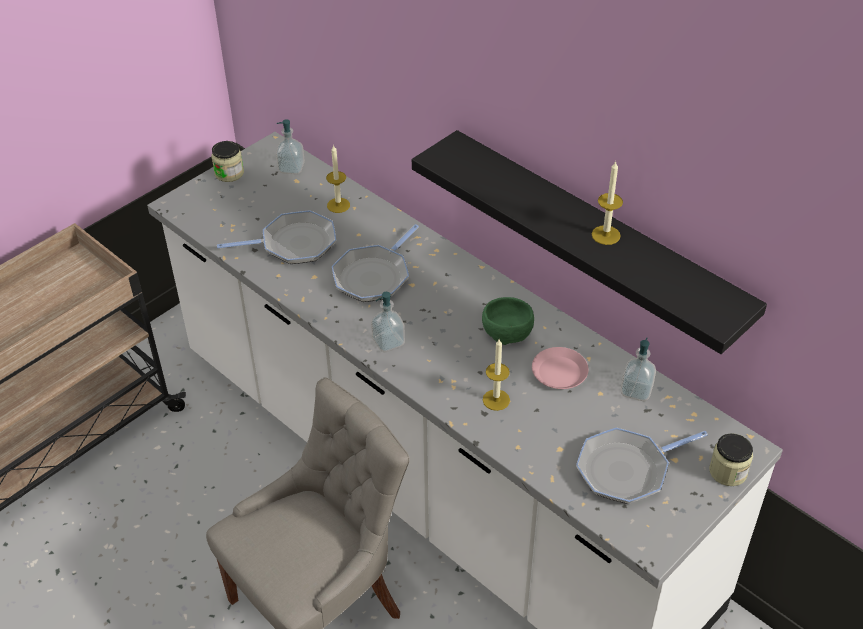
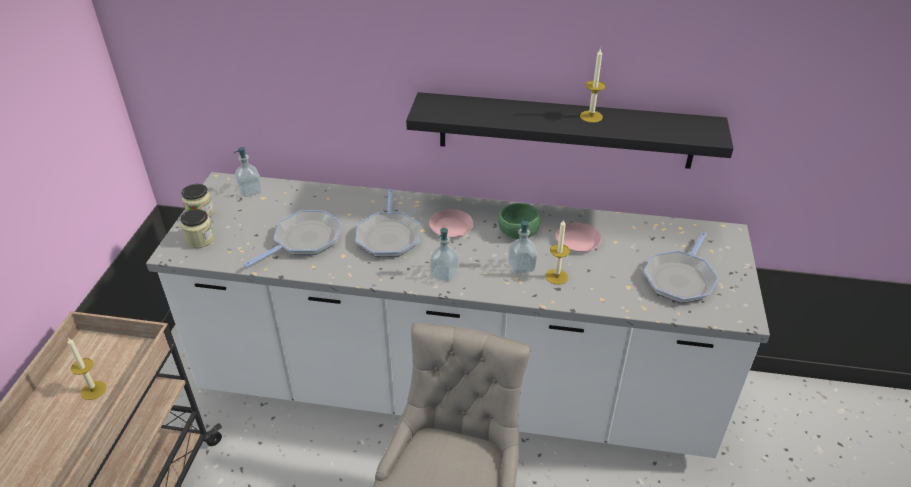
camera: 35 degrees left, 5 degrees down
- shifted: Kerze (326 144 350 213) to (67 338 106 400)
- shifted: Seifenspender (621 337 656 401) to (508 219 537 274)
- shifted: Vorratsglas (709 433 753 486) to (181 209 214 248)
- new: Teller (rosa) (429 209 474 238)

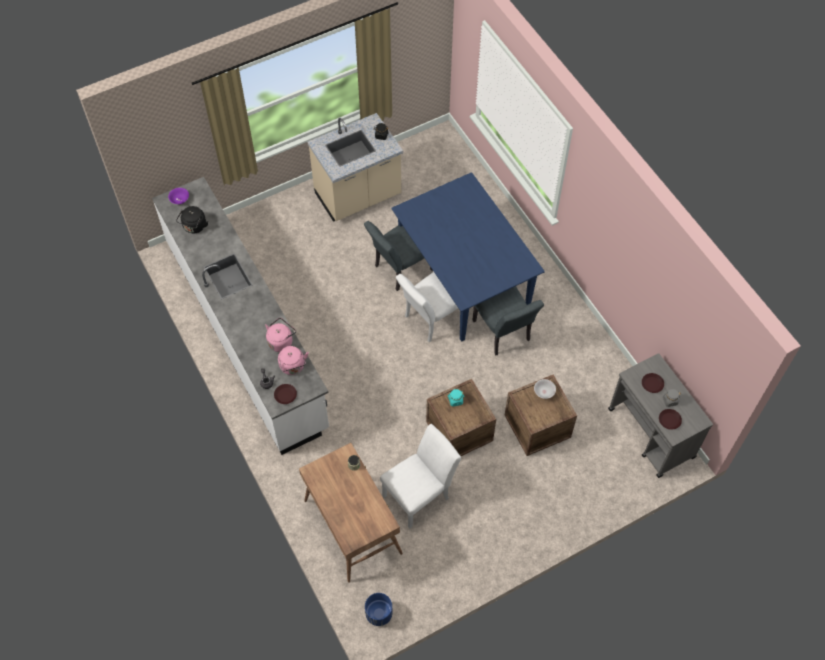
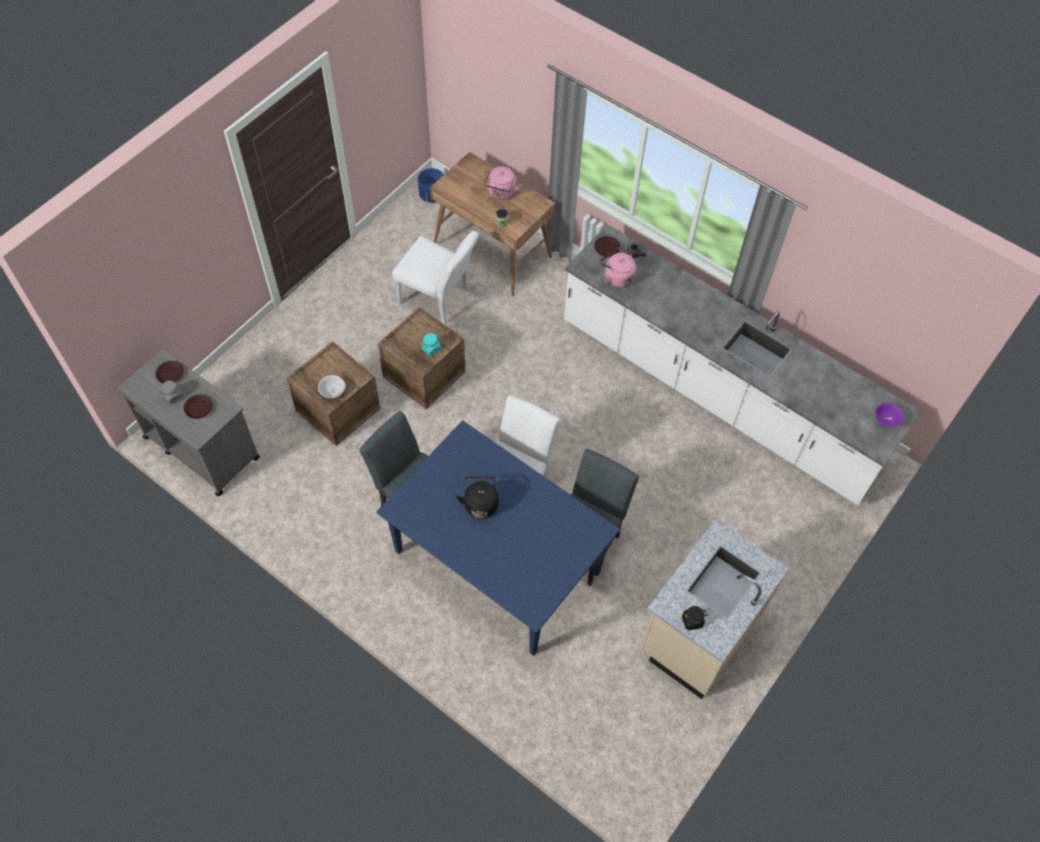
camera: 155 degrees right, 0 degrees up
- shifted: Wasserkessel (schwarz) (176 206 208 233) to (456 477 498 519)
- shifted: Wasserkessel (rosa) (265 318 296 352) to (484 167 522 200)
- rotated: Stuhl (weiß) (380 424 461 529) = (392 231 479 325) 90 degrees counterclockwise

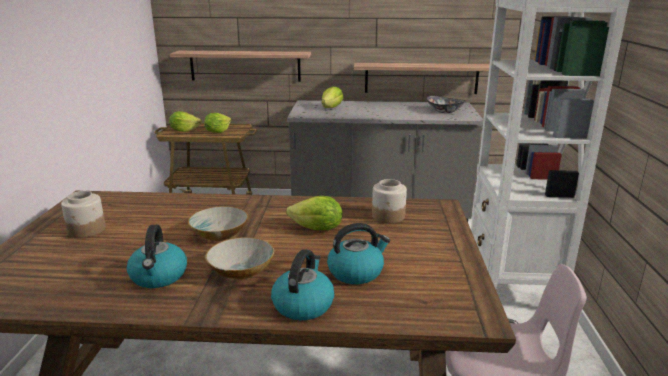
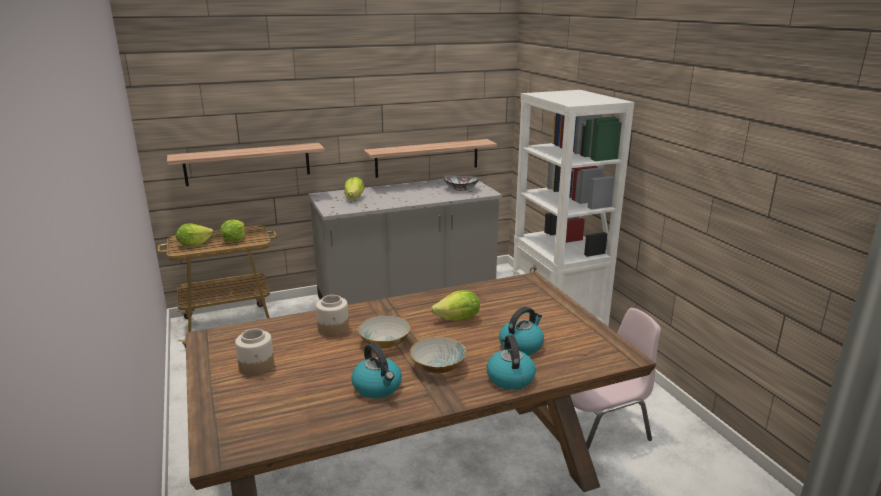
camera: 25 degrees left, 0 degrees up
- shifted: Vorratsglas (372 179 407 223) to (316 295 349 337)

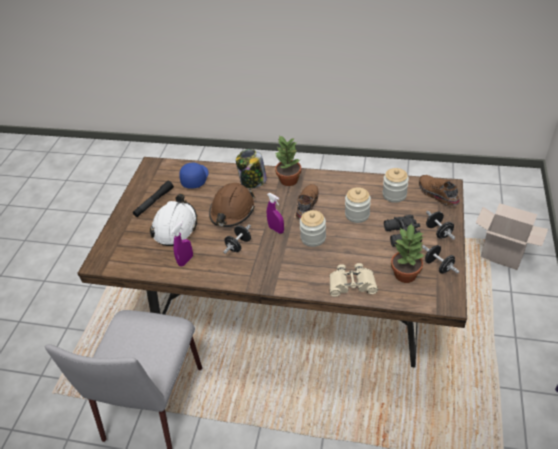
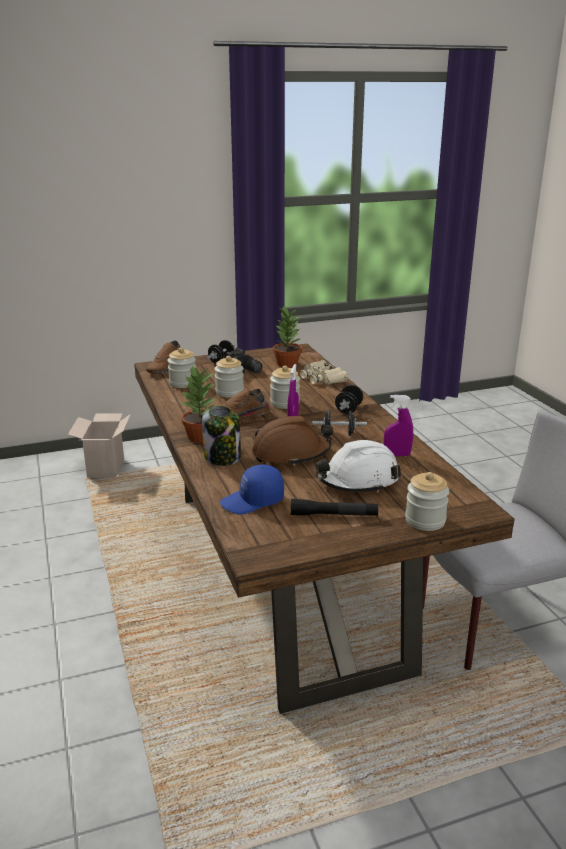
camera: 125 degrees left, 20 degrees down
- shifted: Hantel (schwarz) (422 245 460 274) to (335 385 363 414)
- new: Vorratsglas (405 472 449 531)

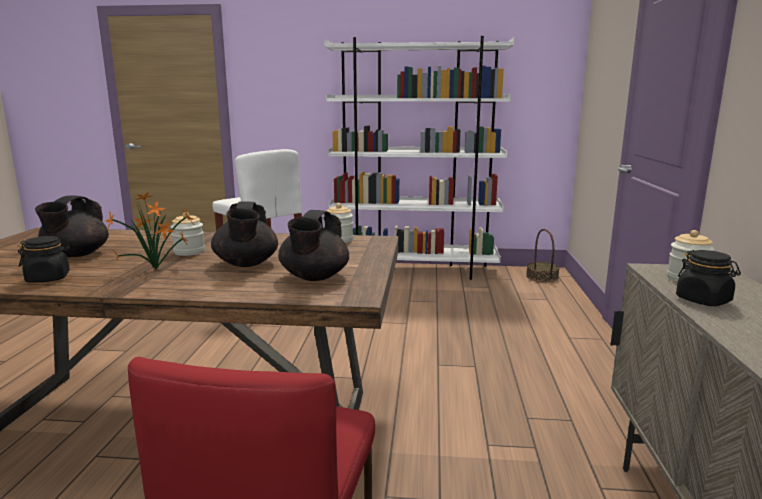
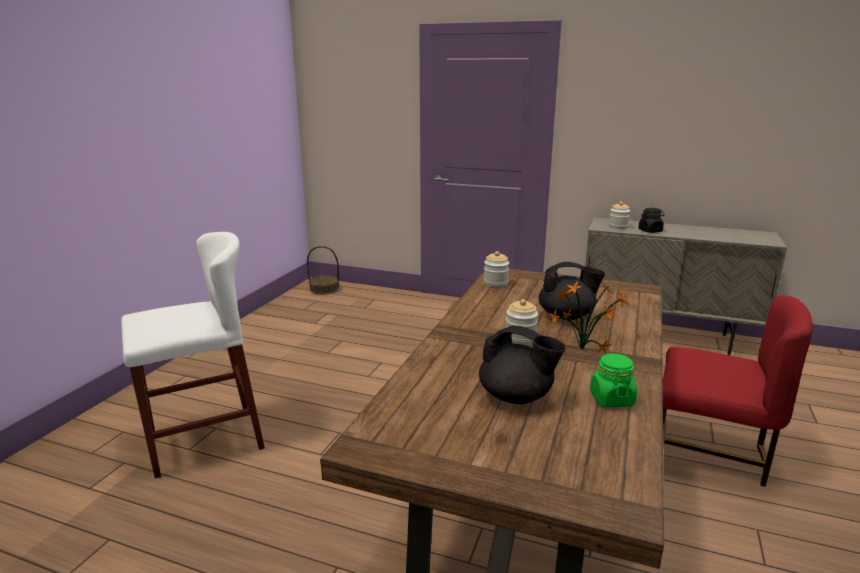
camera: 75 degrees left, 5 degrees up
- gone: Bücherregal (weiß) (324 36 514 280)
- gone: Teekanne (schwarz) (278 210 349 281)
- repainted: Vorratsglas (schwarz) (18 236 70 282) to Vorratsglas (grün) (590 354 637 407)

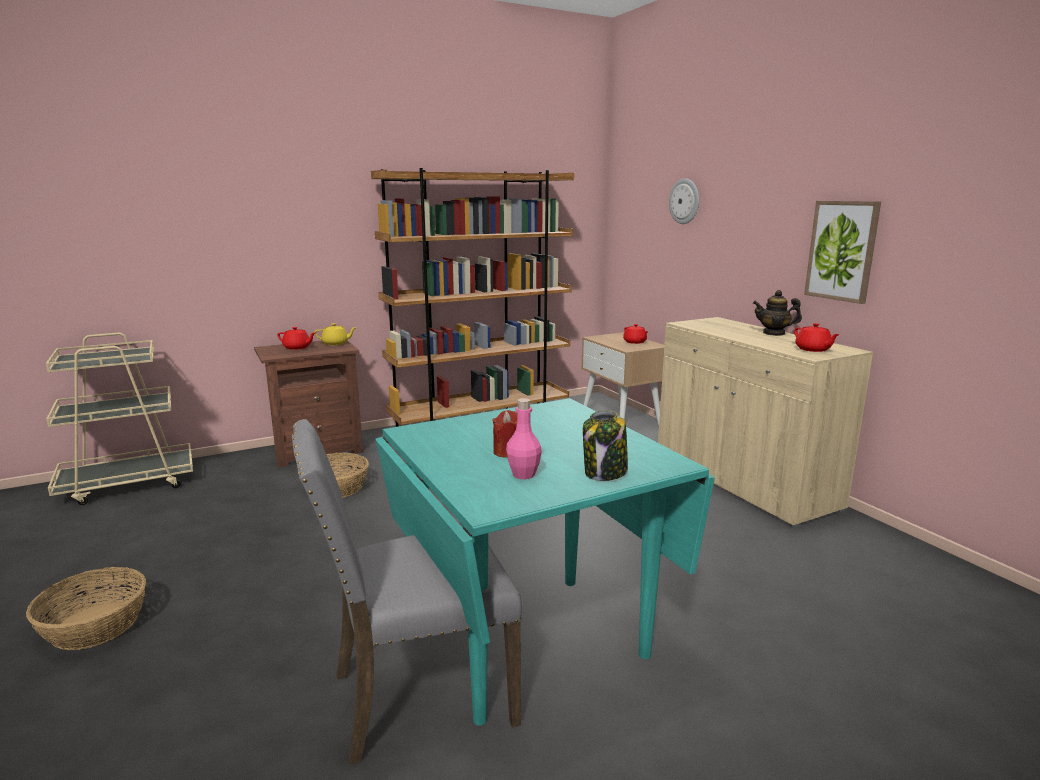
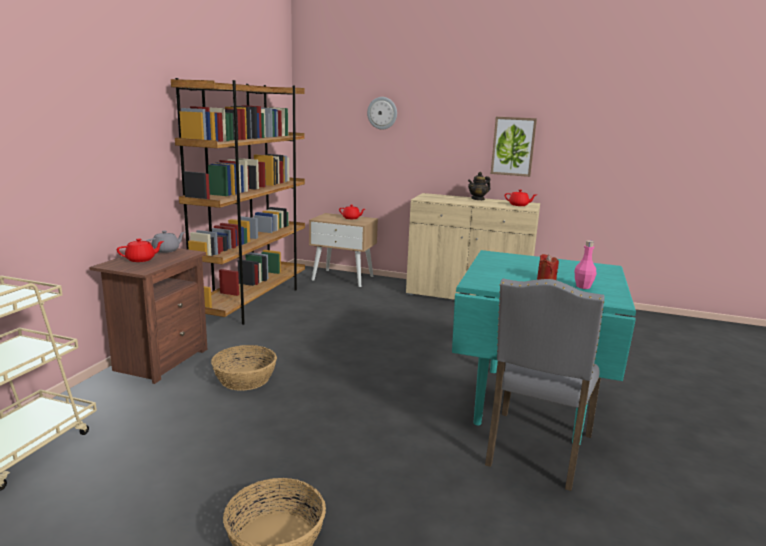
camera: 45 degrees left, 0 degrees up
- repainted: Teekanne (gelb) (314 323 357 345) to Teekanne (grau) (146 231 185 253)
- gone: Vorratsglas (583 410 628 481)

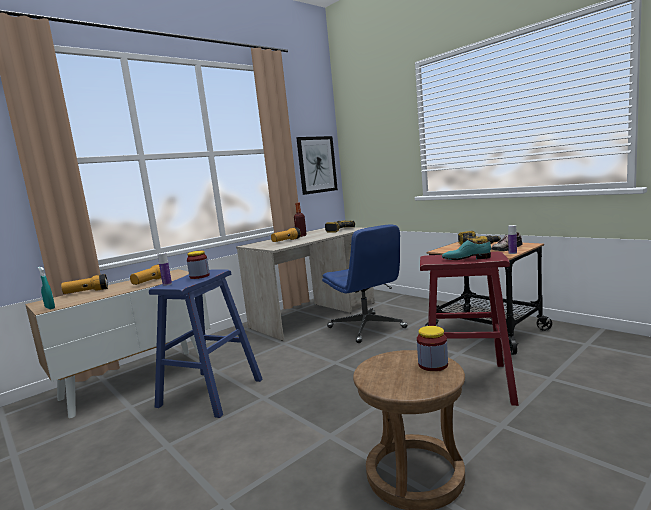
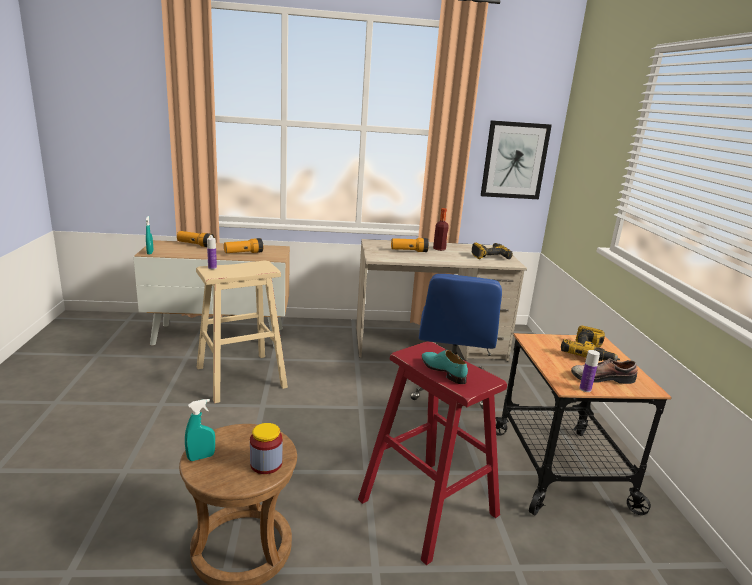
camera: 35 degrees right, 10 degrees up
- gone: Vorratsglas (187 251 210 279)
- repainted: Hocker (blau) (149 270 262 418) to Hocker (beige) (196 261 288 403)
- new: Sprühflasche (türkis) (185 399 215 461)

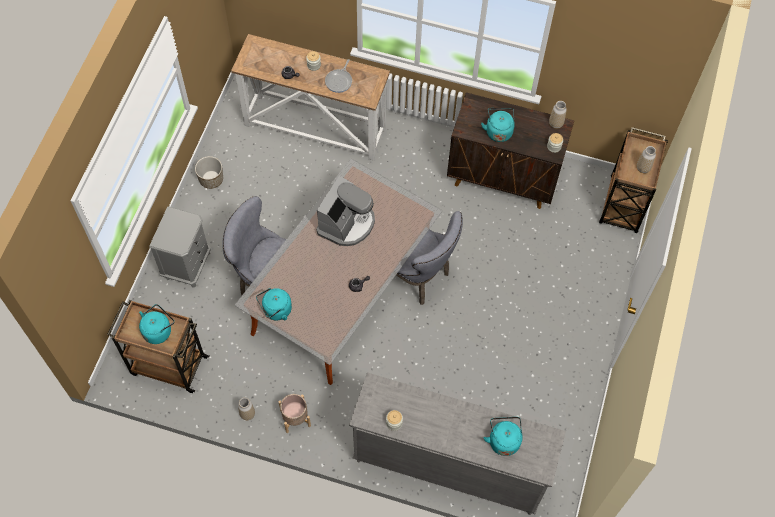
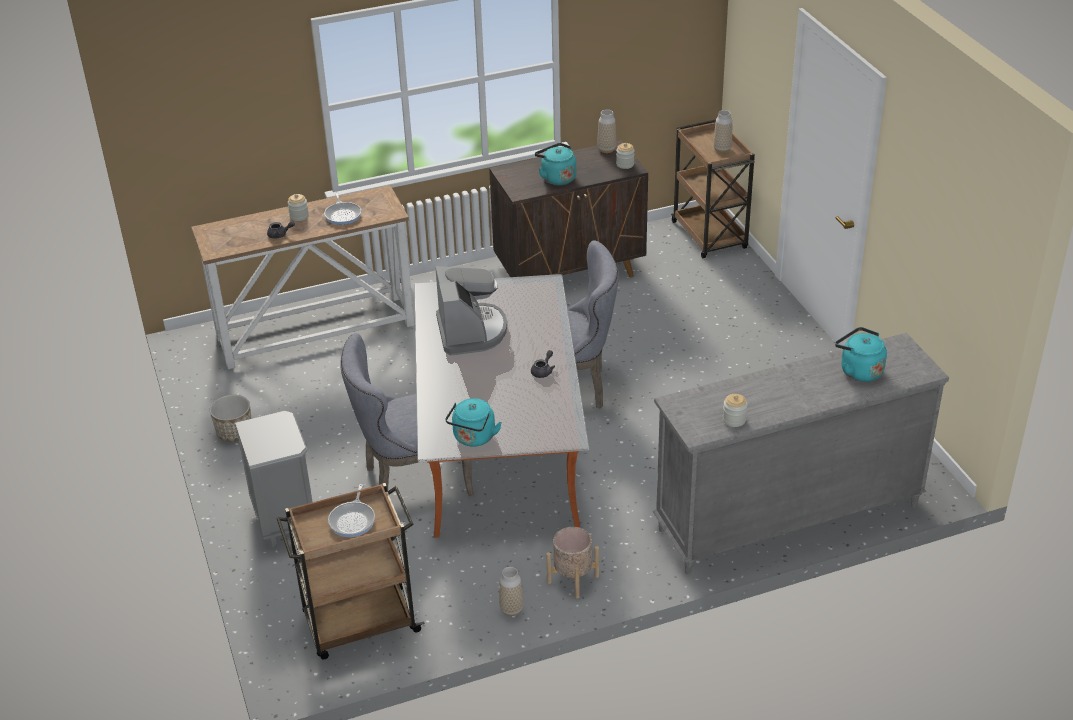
camera: 35 degrees left, 25 degrees down
- swapped: Wasserkessel (türkis) (139 304 174 344) to Pfanne (328 484 375 537)

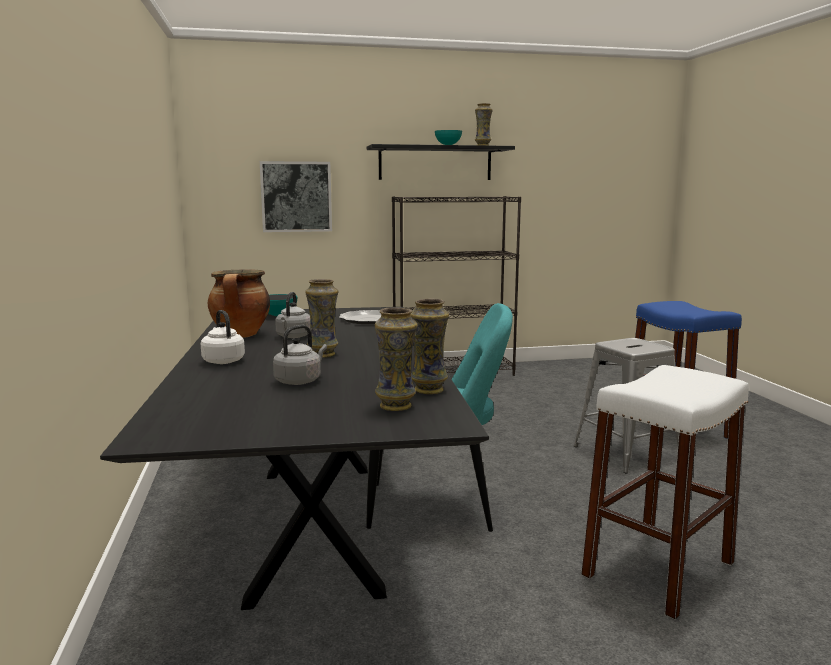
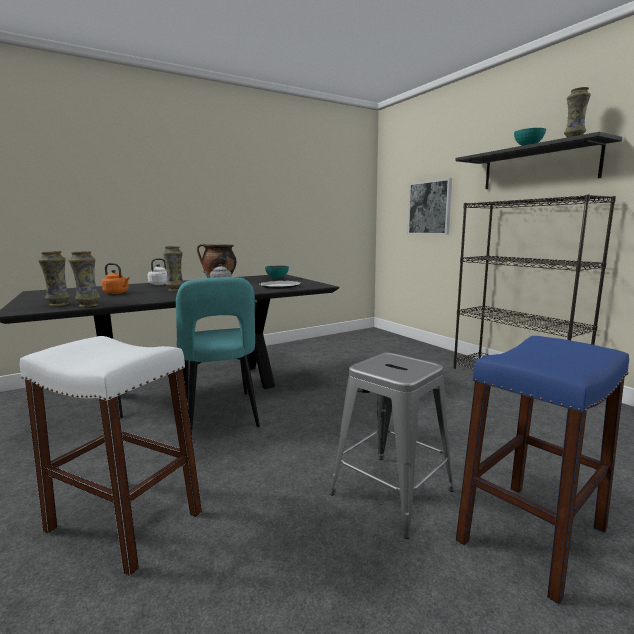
camera: 70 degrees right, 0 degrees up
- repainted: Wasserkessel (grau) (273 325 327 385) to Wasserkessel (orange) (102 263 130 294)

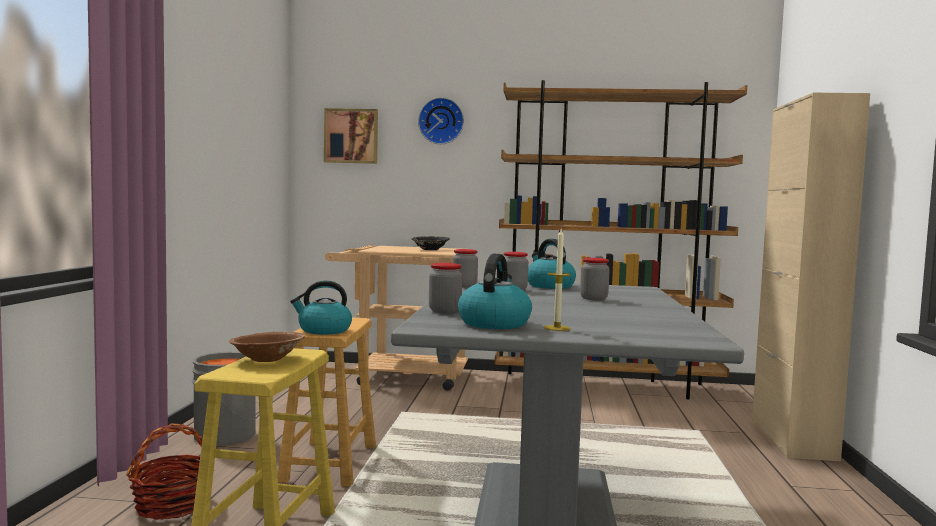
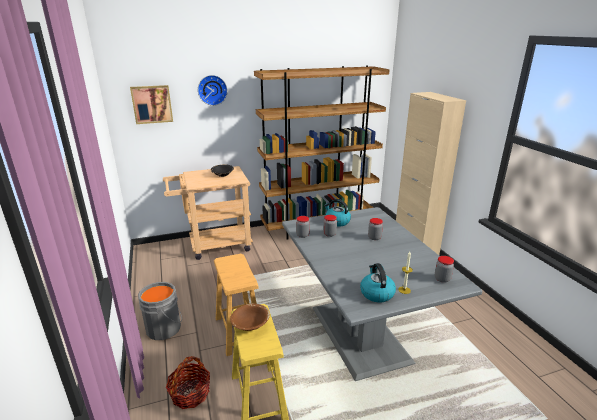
camera: 25 degrees left, 20 degrees up
- shifted: Vorratsglas (429 263 462 314) to (435 256 454 283)
- gone: Wasserkessel (290 280 352 334)

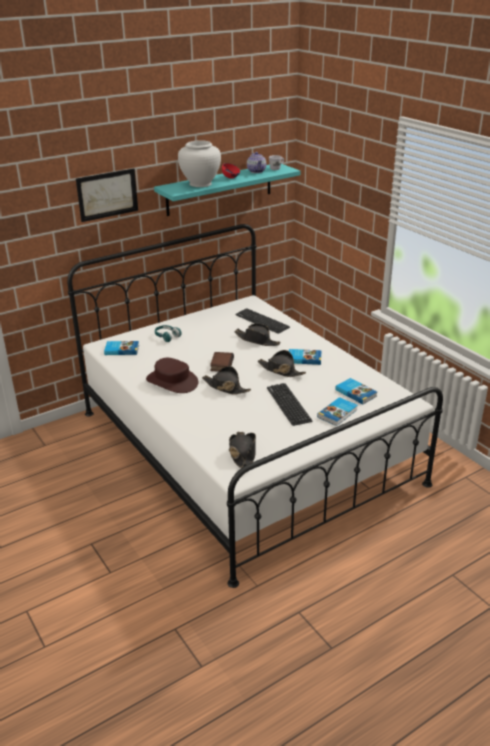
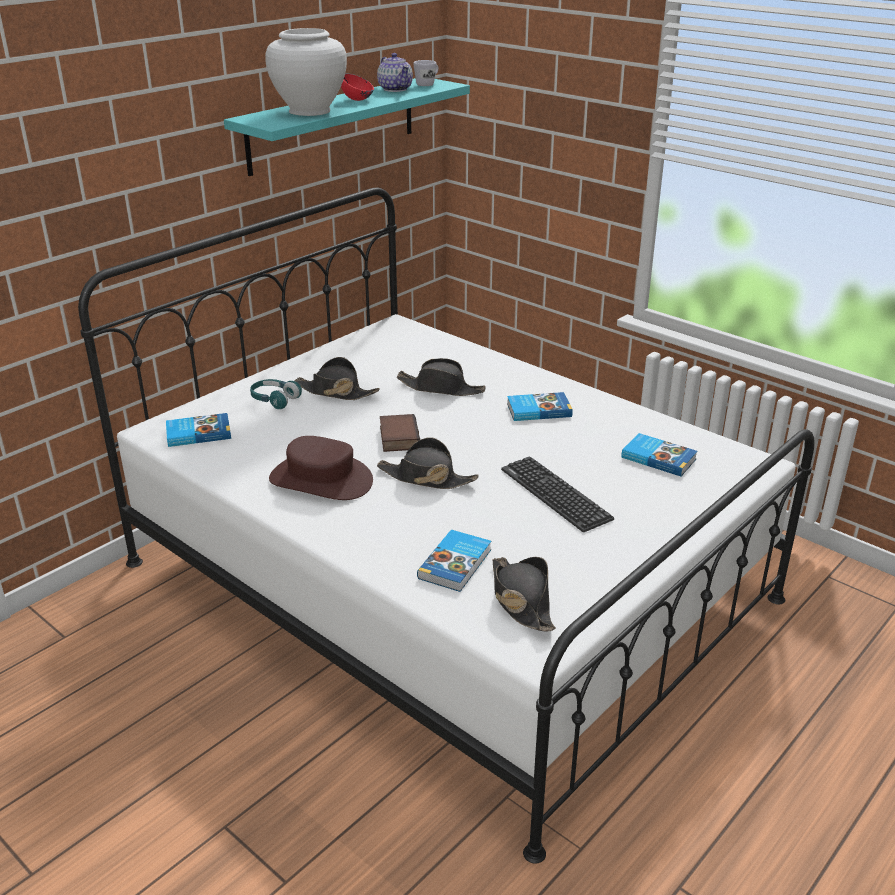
camera: 15 degrees left, 0 degrees up
- gone: Bild (76 168 138 222)
- gone: Tastatur (235 308 290 334)
- shifted: Hut (schwarz) (258 350 306 377) to (295 357 380 400)
- shifted: Buch (317 397 358 426) to (417 529 491 592)

